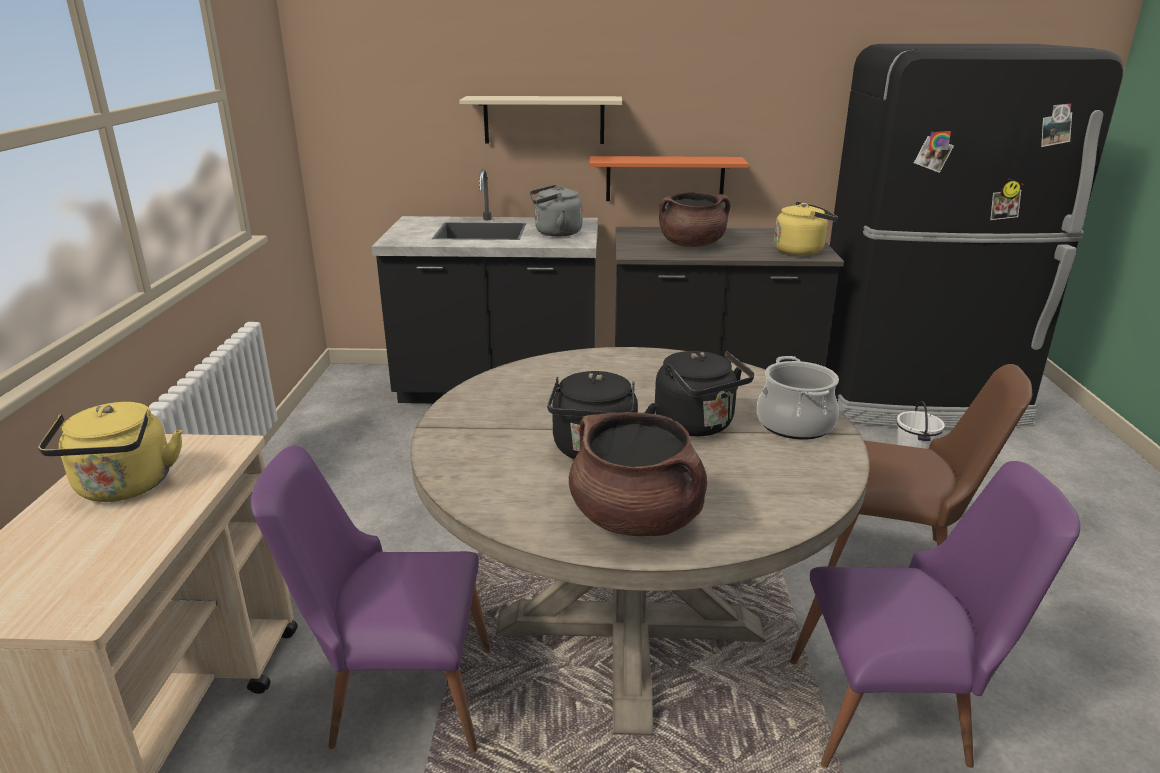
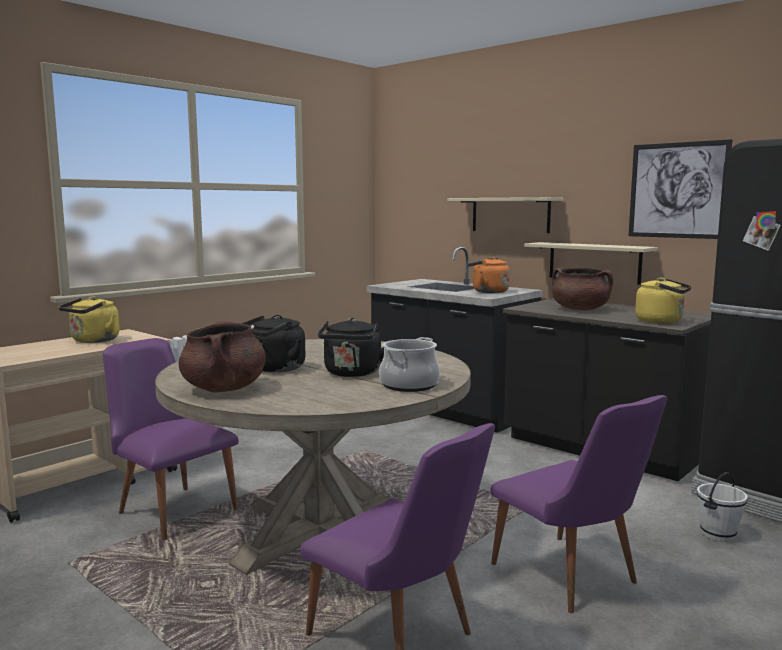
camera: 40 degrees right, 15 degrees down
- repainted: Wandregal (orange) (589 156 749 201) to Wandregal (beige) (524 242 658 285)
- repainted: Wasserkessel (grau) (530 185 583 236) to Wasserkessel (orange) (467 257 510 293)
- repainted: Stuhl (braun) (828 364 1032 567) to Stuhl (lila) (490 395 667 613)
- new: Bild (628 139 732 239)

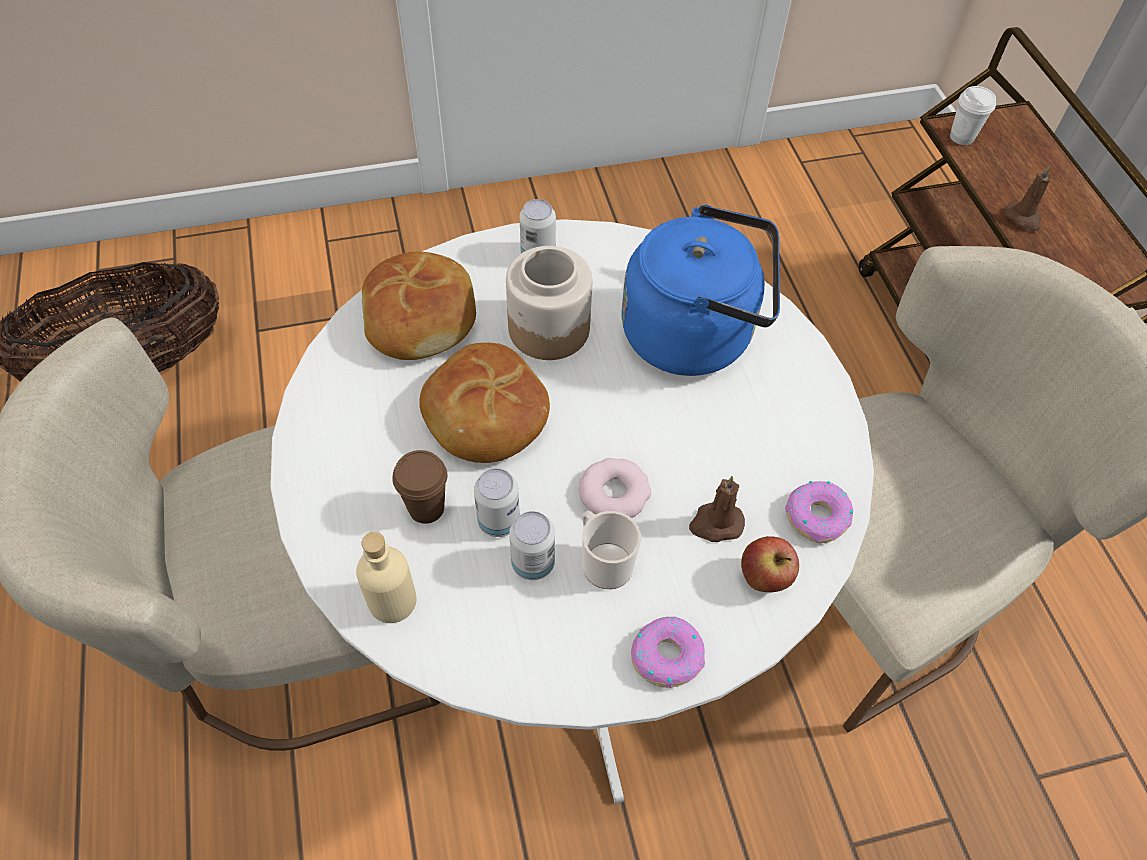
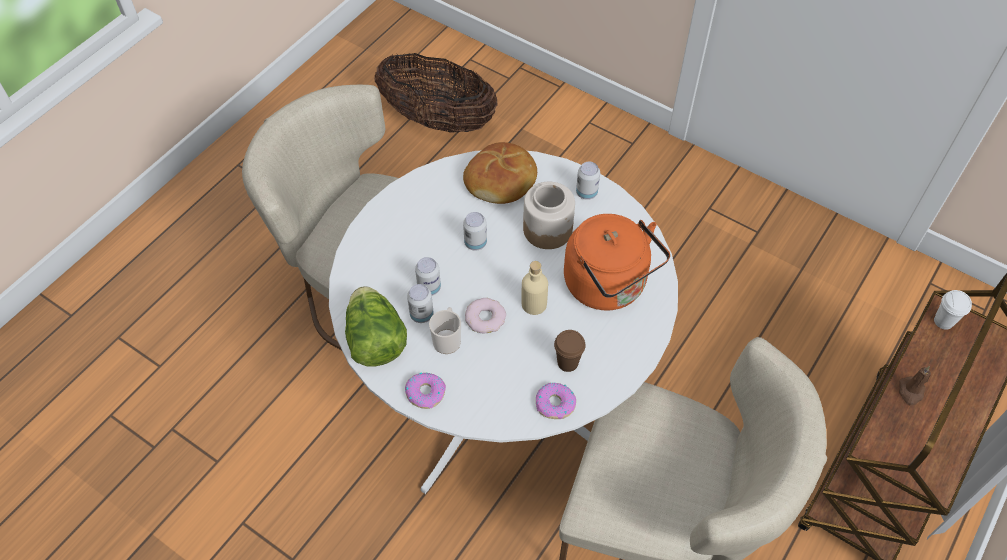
camera: 50 degrees right, 0 degrees up
- repainted: Wasserkessel (blau) (621 205 780 376) to Wasserkessel (orange) (564 214 670 311)
- swapped: Brot (419 343 550 463) to Dose (463 212 487 250)
- shifted: Tasse (braun) (392 450 447 524) to (554 330 585 372)
- gone: Kerze (braun) (689 476 745 542)
- shifted: Flasche (beige) (356 532 417 623) to (521 261 548 315)
- gone: Apfel (741 536 799 592)
- new: Salatkopf (345 286 407 367)

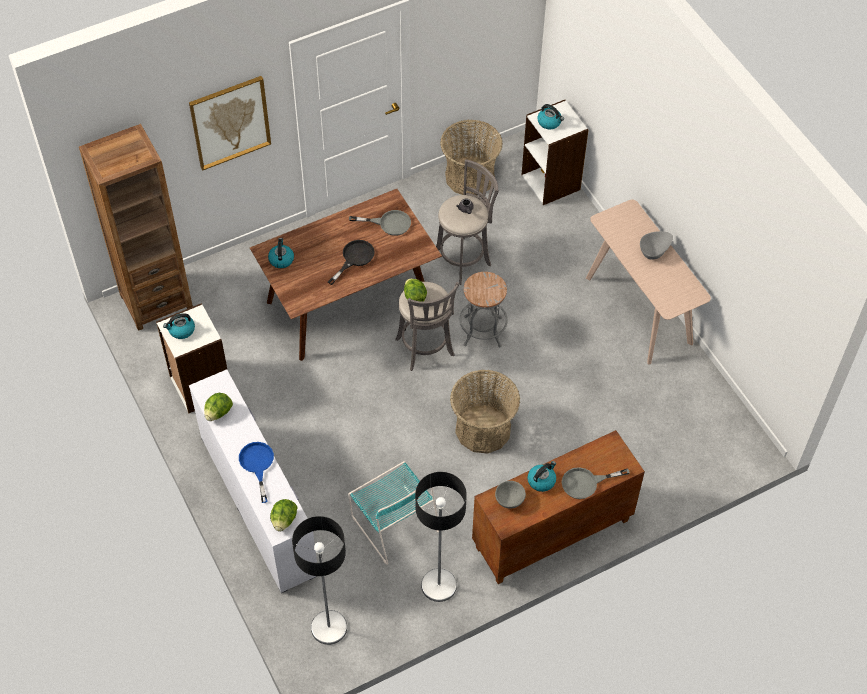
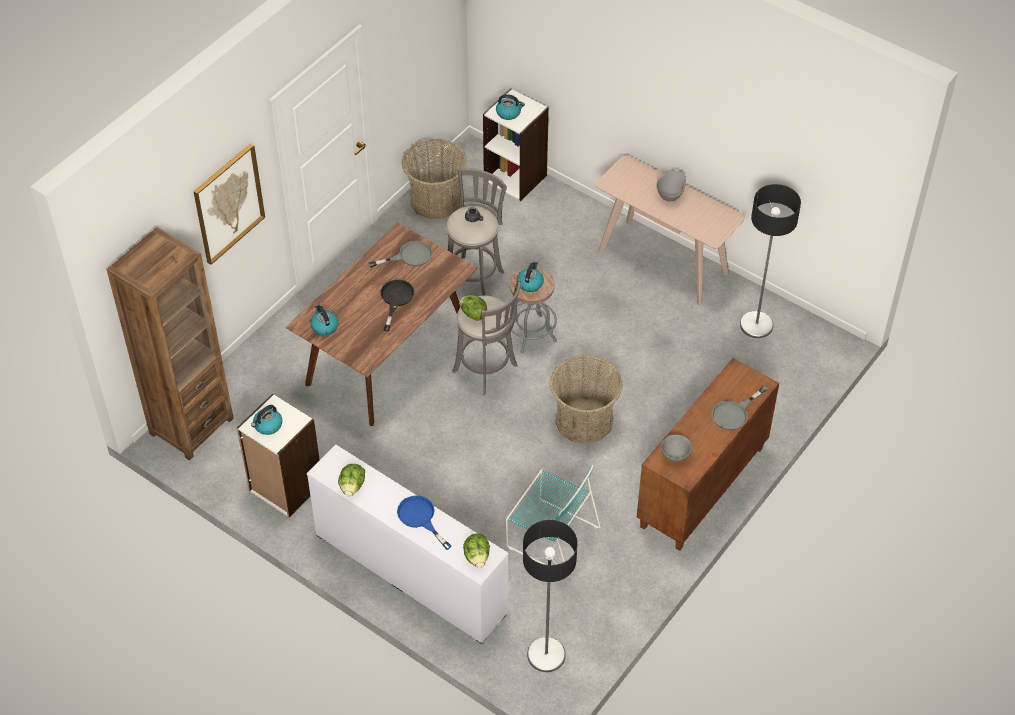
camera: 25 degrees left, 5 degrees down
- shifted: Wasserkessel (528 461 556 492) to (517 261 544 292)
- shifted: Stehlampe (415 472 467 602) to (740 184 801 338)

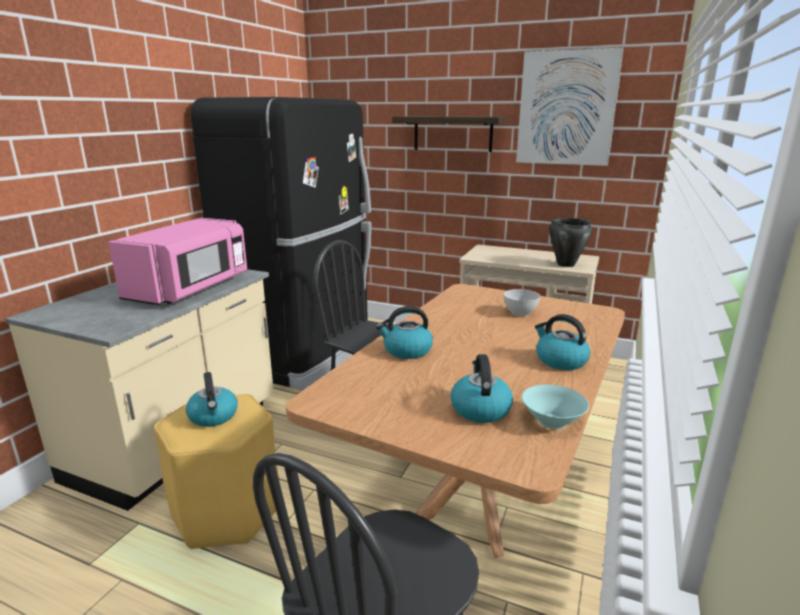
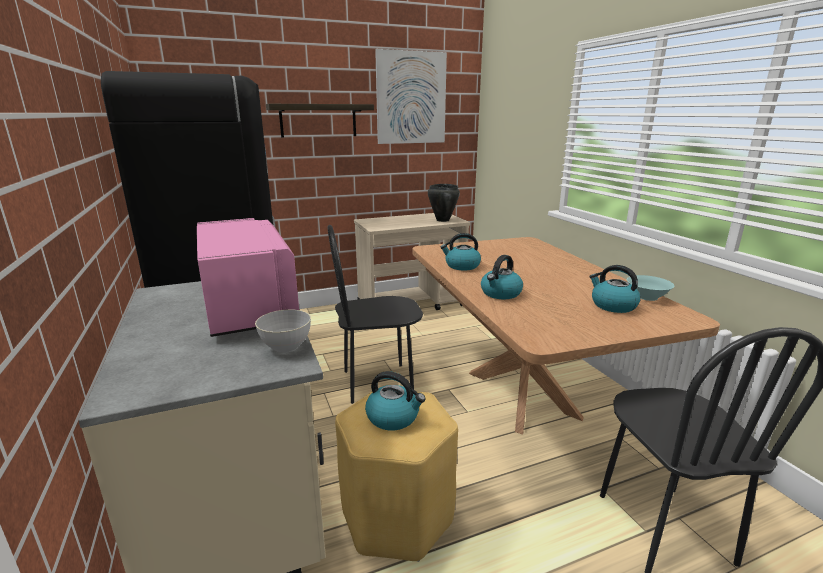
camera: 45 degrees left, 0 degrees up
- shifted: Schüssel (grau) (504 289 540 316) to (255 309 311 353)
- shifted: Wasserkessel (535 314 590 370) to (440 233 481 270)

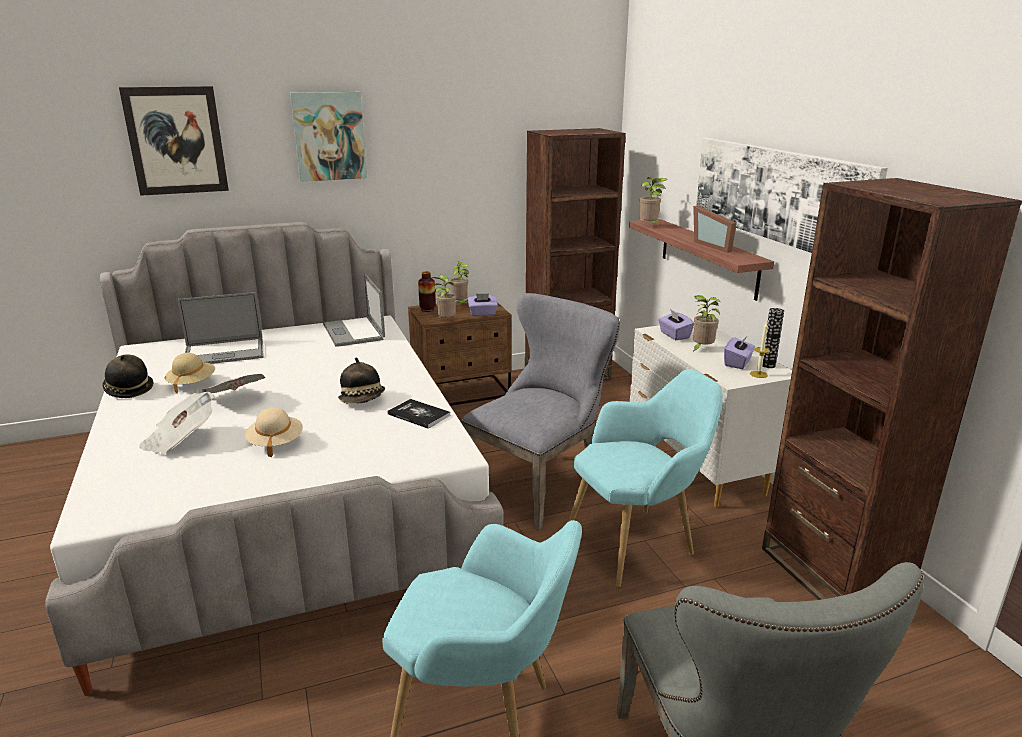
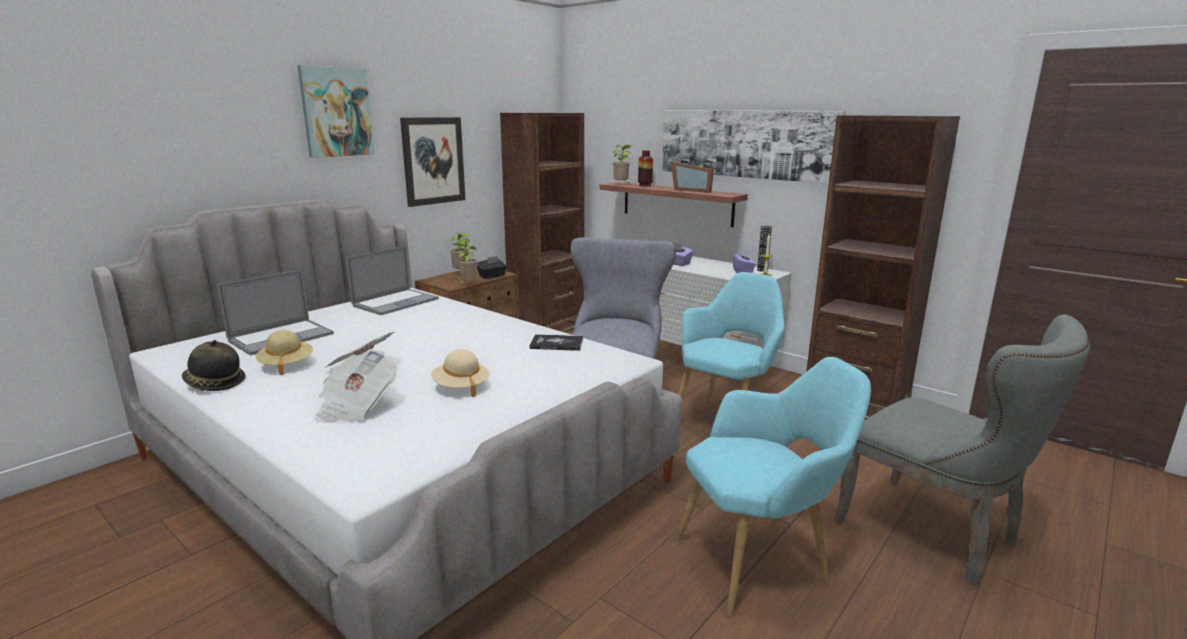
camera: 30 degrees left, 5 degrees down
- shifted: Bild (119 86 229 196) to (400 117 465 207)
- shifted: Vase (418 271 436 312) to (638 150 653 186)
- rotated: Laptop (323 273 385 347) = (346 246 439 315) 90 degrees counterclockwise
- repainted: Taschentuchbox (lila) (467 293 498 316) to Taschentuchbox (schwarz) (477 256 507 279)
- gone: Topfpflanze (693 295 720 352)
- gone: Hut (338 357 385 404)

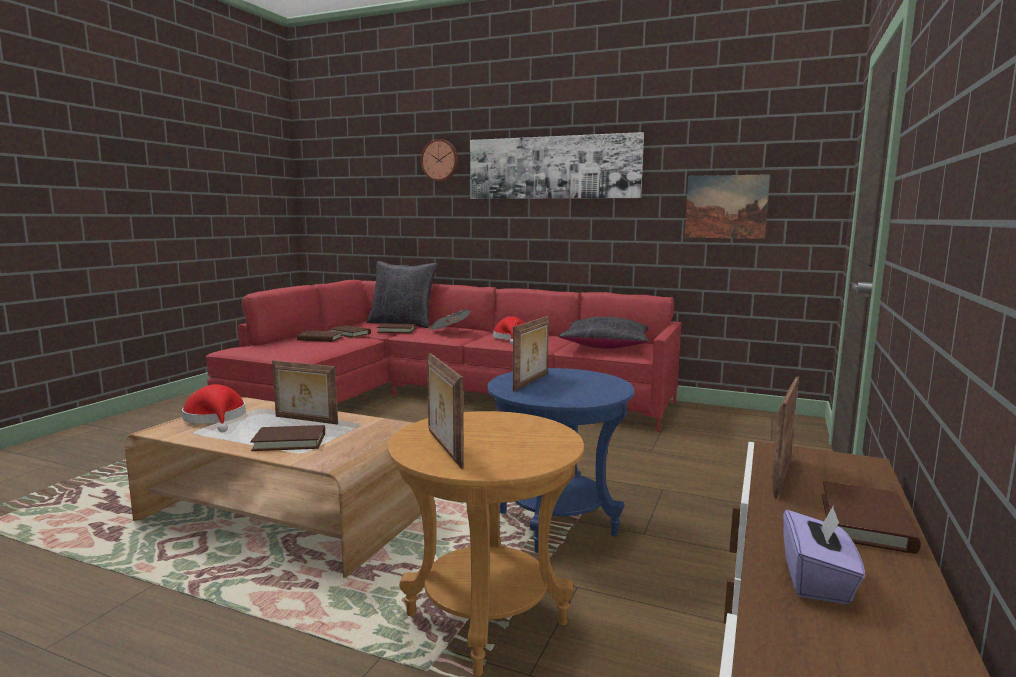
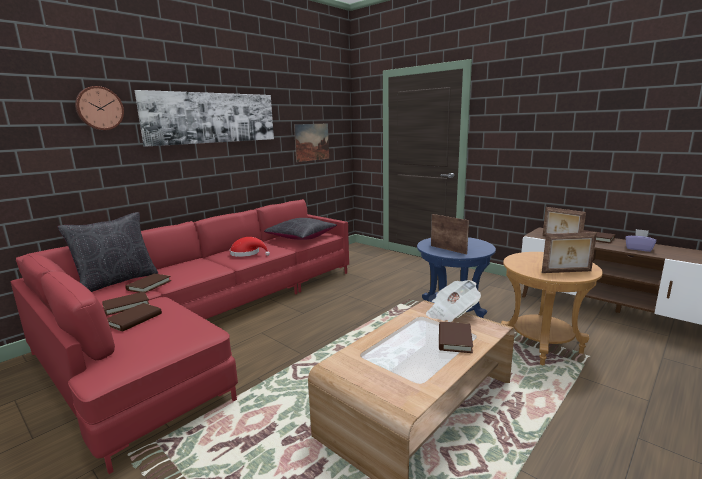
camera: 70 degrees left, 5 degrees up
- shifted: Zeitung (428 309 471 330) to (426 280 481 322)
- gone: Bilderrahmen (272 360 338 424)
- gone: Hut (rot) (182 384 246 432)

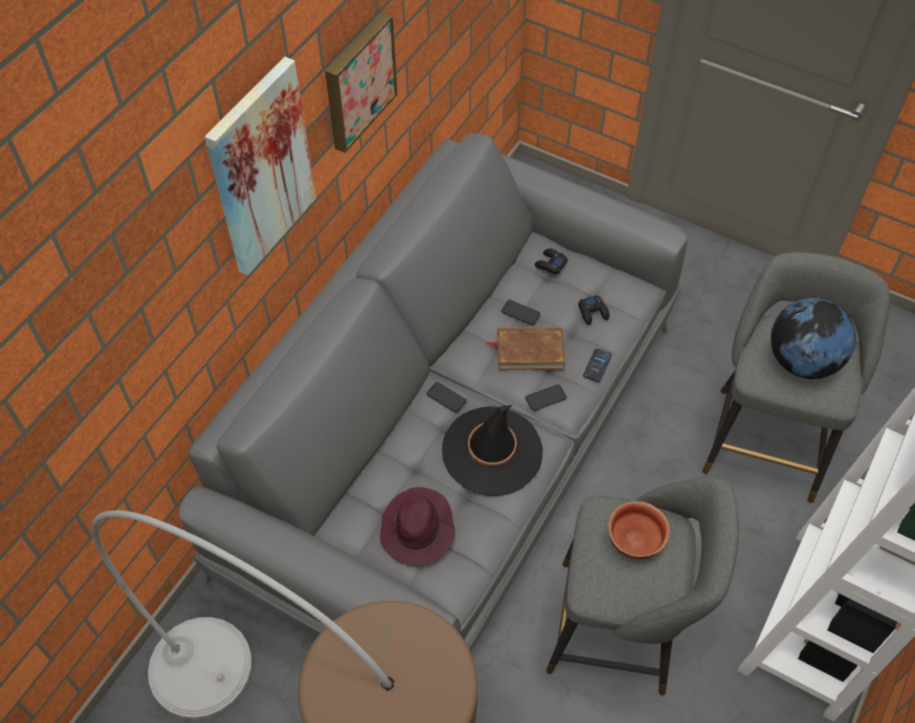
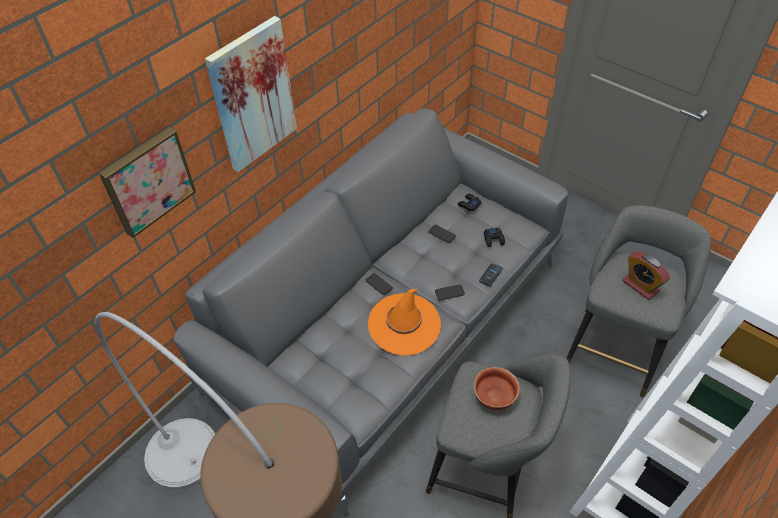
camera: 10 degrees right, 5 degrees down
- shifted: Bild (325 12 397 153) to (99 127 196 238)
- swapped: Globus (771 298 856 379) to Wecker (622 252 670 300)
- gone: Buch (braun) (485 327 565 370)
- repainted: Hut (schwarz) (442 405 543 496) to Hut (orange) (368 289 441 355)
- gone: Hut (lila) (380 487 455 566)

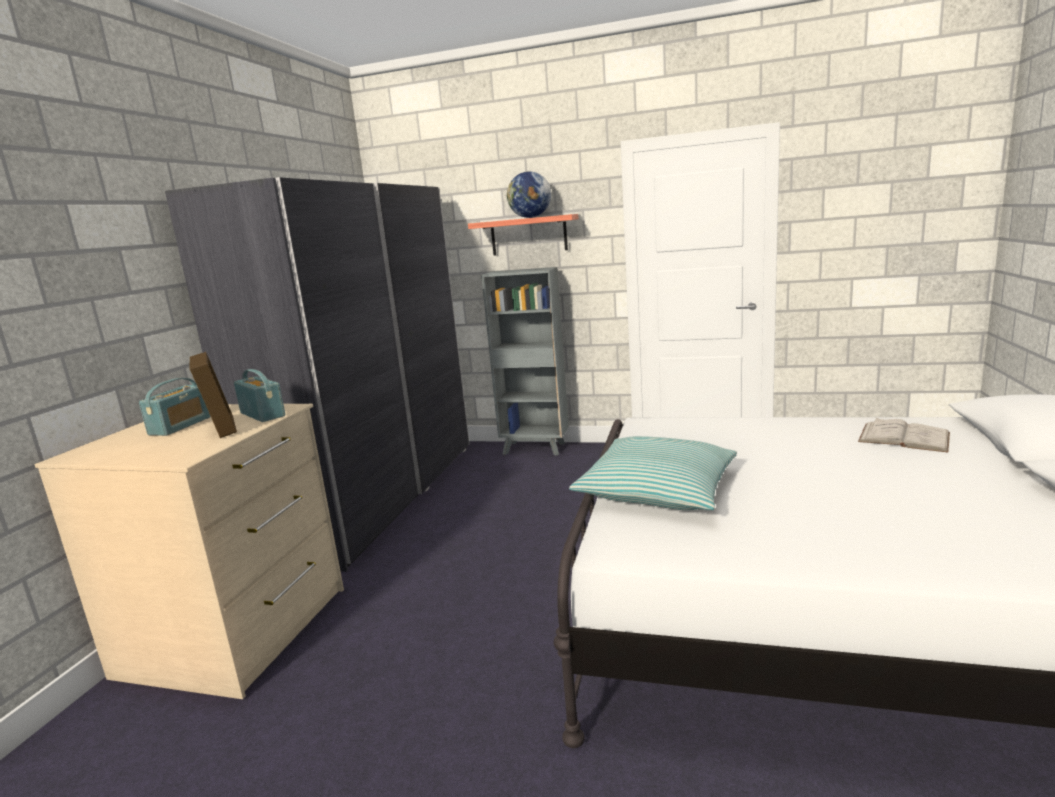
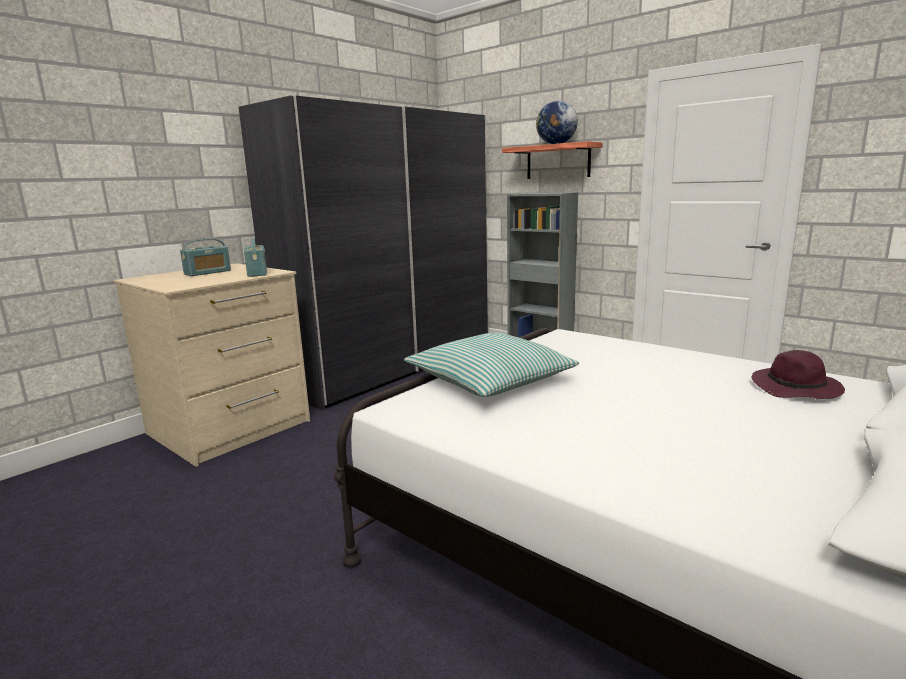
camera: 25 degrees right, 0 degrees up
- gone: Bilderrahmen (190 352 237 438)
- swapped: Buch (weiß) (858 418 950 452) to Hut (lila) (751 350 845 399)

